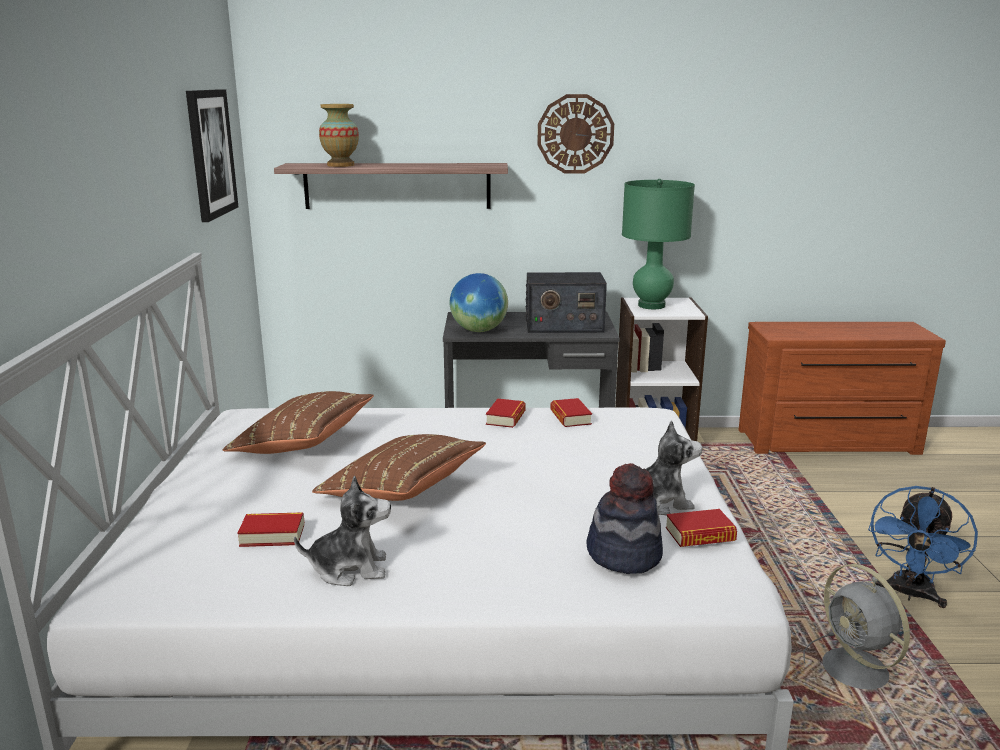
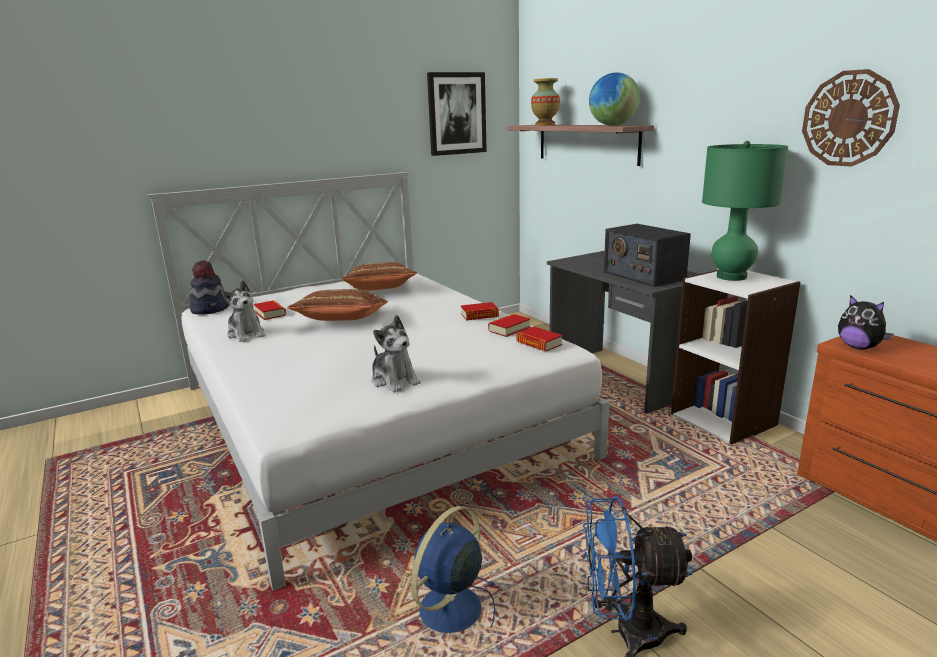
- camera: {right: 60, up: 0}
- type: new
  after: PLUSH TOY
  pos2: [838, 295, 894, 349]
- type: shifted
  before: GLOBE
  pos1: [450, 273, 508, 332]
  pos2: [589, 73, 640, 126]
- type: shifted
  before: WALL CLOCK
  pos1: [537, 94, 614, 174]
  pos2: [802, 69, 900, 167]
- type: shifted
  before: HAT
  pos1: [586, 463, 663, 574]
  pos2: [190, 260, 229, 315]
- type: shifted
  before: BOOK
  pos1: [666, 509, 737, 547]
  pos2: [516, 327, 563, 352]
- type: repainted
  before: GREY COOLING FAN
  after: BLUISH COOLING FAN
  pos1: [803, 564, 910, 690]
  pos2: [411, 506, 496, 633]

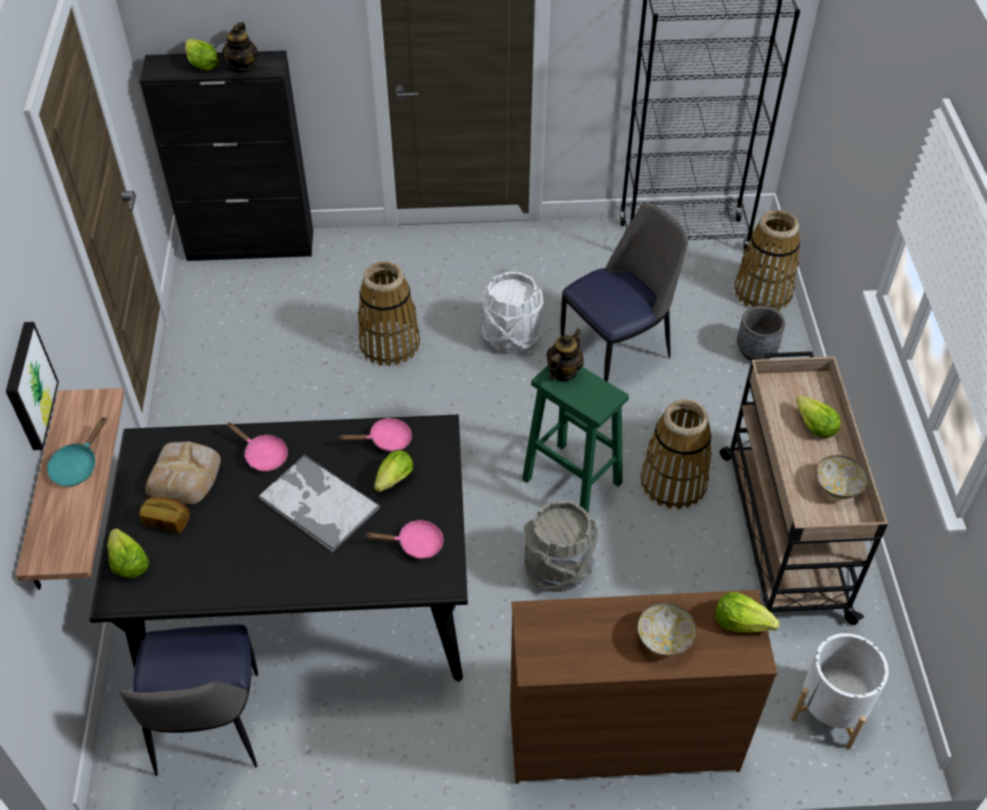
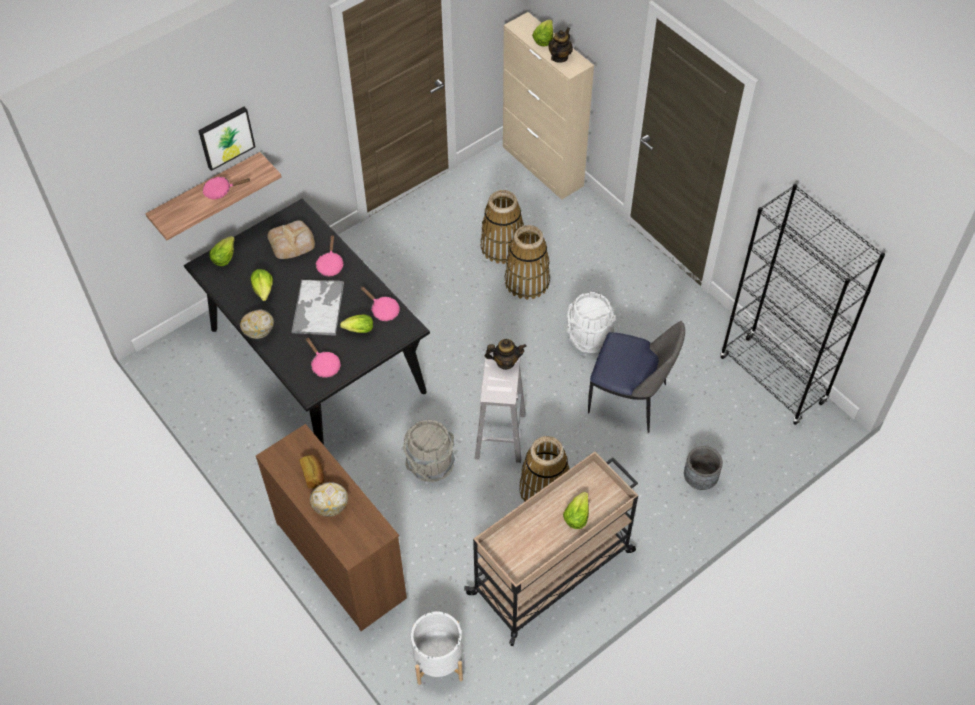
- camera: {right: 55, up: 5}
- type: gone
  before: PLAIN CHAIR
  pos1: [119, 625, 258, 776]
- type: shifted
  before: BAKED BREAD
  pos1: [139, 497, 190, 533]
  pos2: [299, 455, 324, 488]
- type: shifted
  before: LETTUCE HEAD
  pos1: [715, 592, 779, 633]
  pos2: [251, 269, 273, 301]
- type: shifted
  before: BASKET
  pos1: [734, 210, 800, 311]
  pos2: [481, 190, 524, 264]
- type: shifted
  before: DEEP DISH
  pos1: [816, 455, 868, 499]
  pos2: [240, 310, 274, 339]
- type: repainted
  before: TURQUOISE-COLOURED SKILLET
  after: PINK-COLOURED SKILLET
  pos1: [47, 416, 107, 487]
  pos2: [203, 177, 251, 199]
- type: repainted
  before: BLACKISH CUPBOARD
  after: BEIGE-COLOURED CUPBOARD
  pos1: [140, 51, 313, 261]
  pos2: [503, 12, 594, 200]
- type: repainted
  before: GREEN-COLOURED STOOL SEAT
  after: WHITE STOOL SEAT
  pos1: [522, 366, 629, 513]
  pos2: [475, 352, 526, 463]
- type: rotated
  before: TEAPOT
  pos1: [222, 22, 258, 74]
  pos2: [548, 27, 573, 63]
  turn: 150

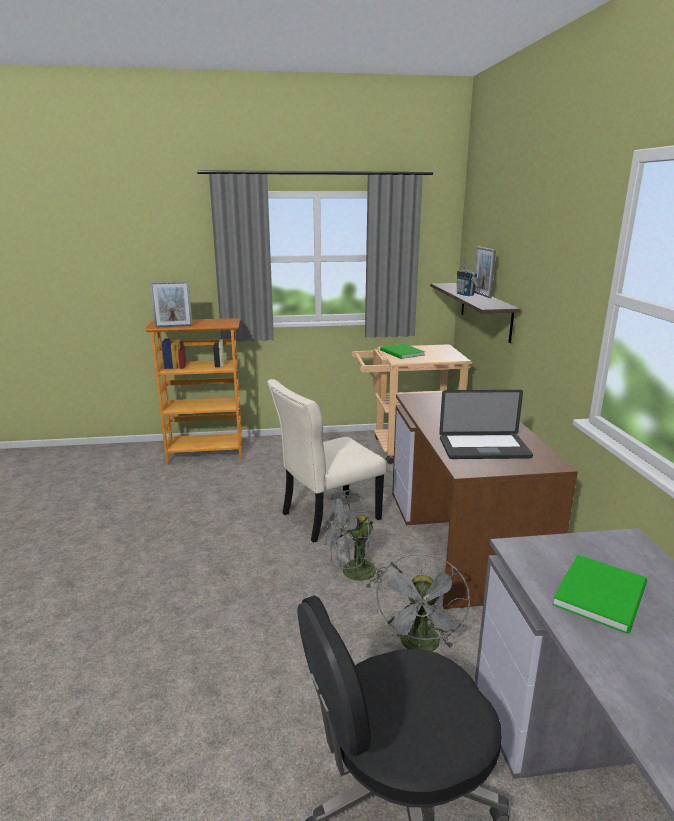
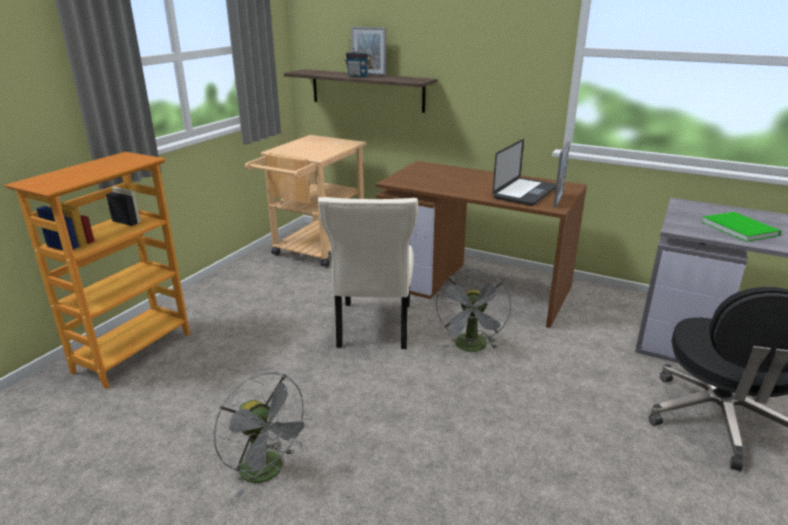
- camera: {right: -55, up: 5}
- type: gone
  before: GREEN-COLOURED BOOK
  pos1: [380, 344, 425, 359]
- type: shifted
  before: PHOTO FRAME
  pos1: [150, 281, 193, 328]
  pos2: [553, 142, 570, 208]
- type: shifted
  before: GREY COOLING FAN
  pos1: [376, 553, 470, 651]
  pos2: [213, 372, 313, 498]

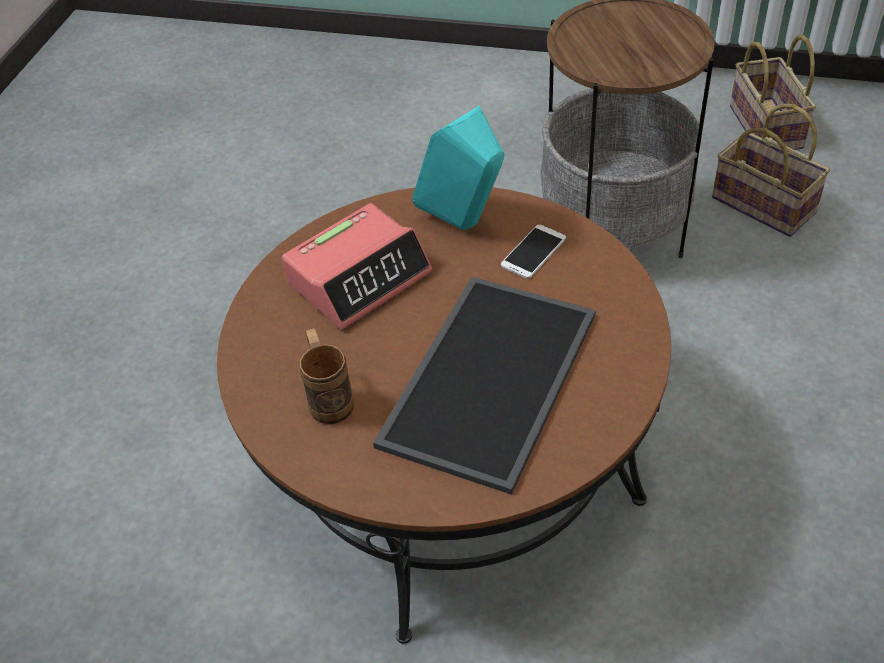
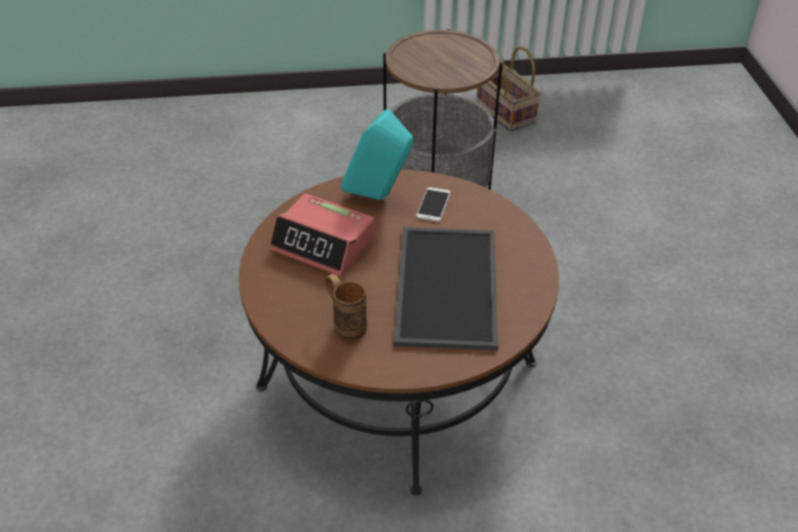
- camera: {right: -25, up: -5}
- type: gone
  before: BASKET
  pos1: [712, 103, 830, 237]
- type: rotated
  before: ALARM CLOCK
  pos1: [282, 203, 432, 330]
  pos2: [269, 193, 375, 277]
  turn: 90

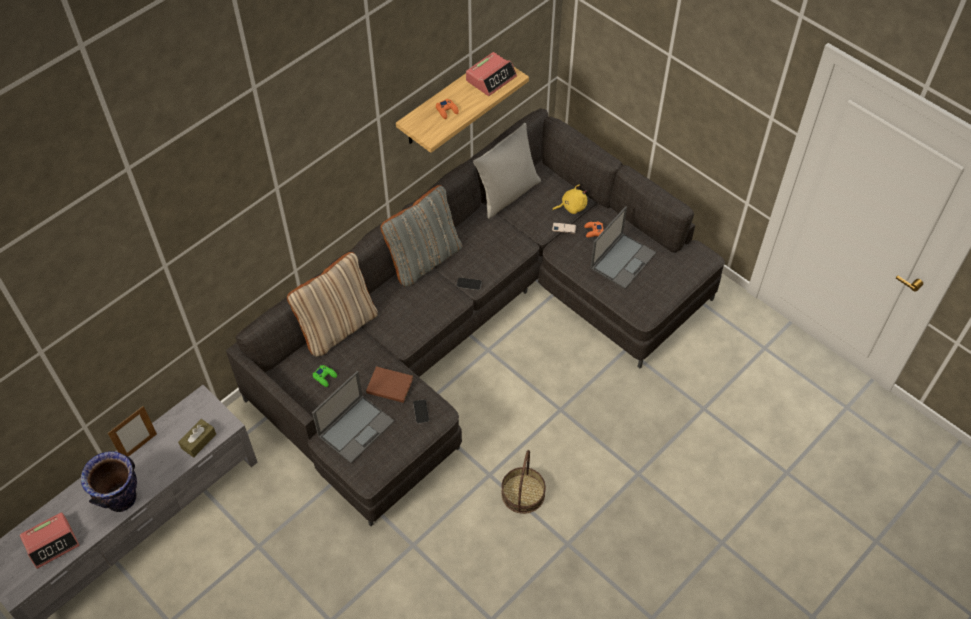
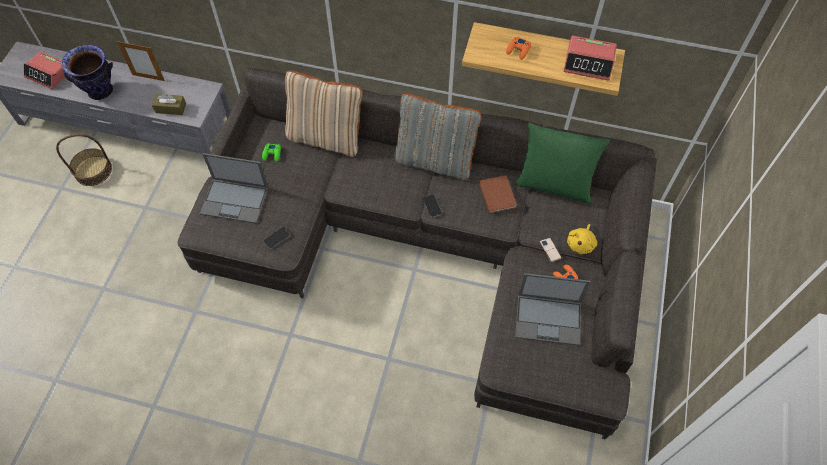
- camera: {right: 60, up: 5}
- type: shifted
  before: BROWNISH BOOK
  pos1: [366, 366, 413, 403]
  pos2: [479, 175, 517, 214]
- type: shifted
  before: BASKET
  pos1: [501, 450, 546, 514]
  pos2: [56, 134, 112, 186]
- type: repainted
  before: GREY CUSHION
  after: GREEN-COLOURED CUSHION
  pos1: [473, 123, 541, 219]
  pos2: [515, 123, 610, 204]
- type: rotated
  before: YELLOW-COLOURED PLUSH TOY
  pos1: [552, 185, 588, 214]
  pos2: [567, 224, 597, 254]
  turn: 75

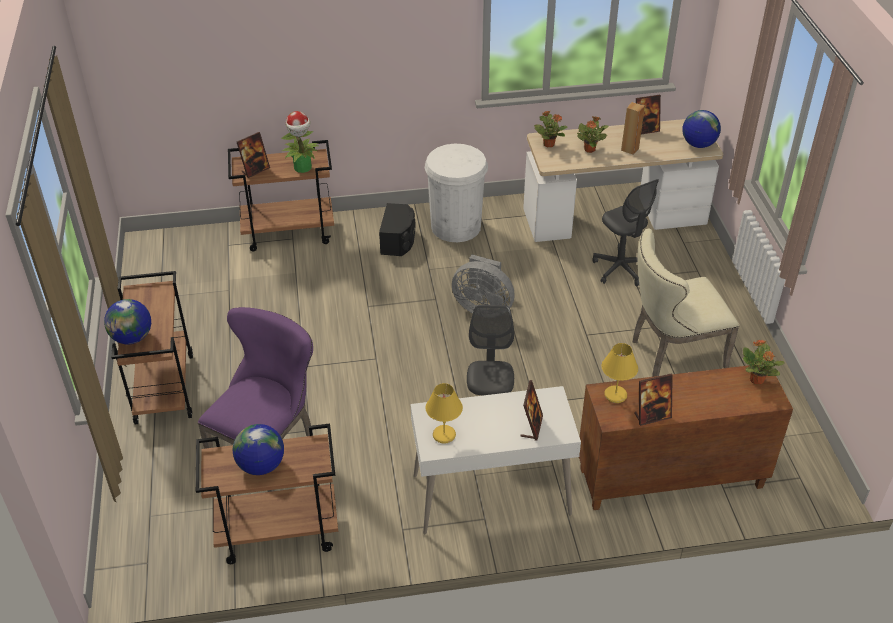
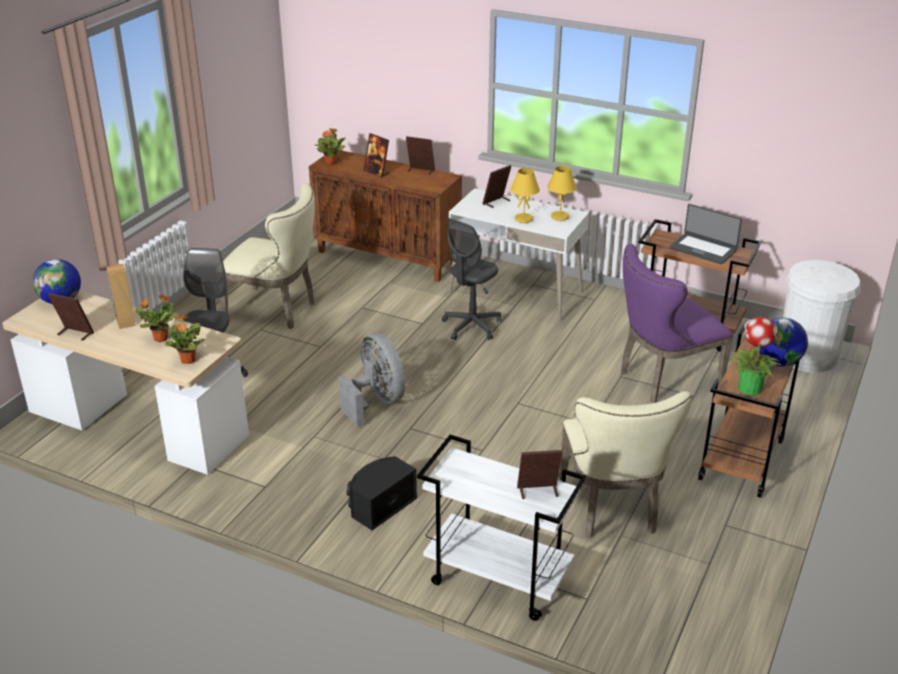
- camera: {right: -145, up: -10}
- type: new
  after: PHOTO FRAME
  pos2: [363, 133, 390, 178]
- type: new
  after: BEIGE-COLOURED PLAIN CHAIR
  pos2: [559, 391, 692, 539]
- type: shifted
  before: PLANT IN A POT
  pos1: [281, 111, 318, 173]
  pos2: [730, 317, 782, 396]
- type: shifted
  before: WHITE WASTE BIN
  pos1: [425, 144, 488, 242]
  pos2: [783, 260, 861, 373]
- type: shifted
  before: YELLOW-COLOURED TABLE LAMP
  pos1: [601, 343, 638, 403]
  pos2: [510, 168, 540, 223]
- type: swapped
  before: GLOBE
  after: LAPTOP
  pos1: [233, 424, 284, 475]
  pos2: [669, 204, 742, 264]
- type: repainted
  before: BROWNISH WHEELED CART
  after: WHITE WHEELED CART
  pos1: [228, 140, 334, 251]
  pos2: [417, 435, 586, 621]

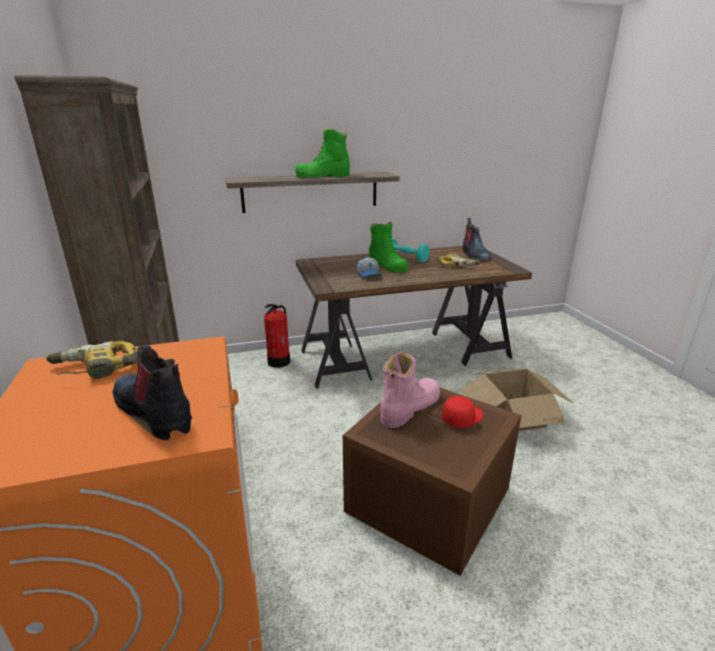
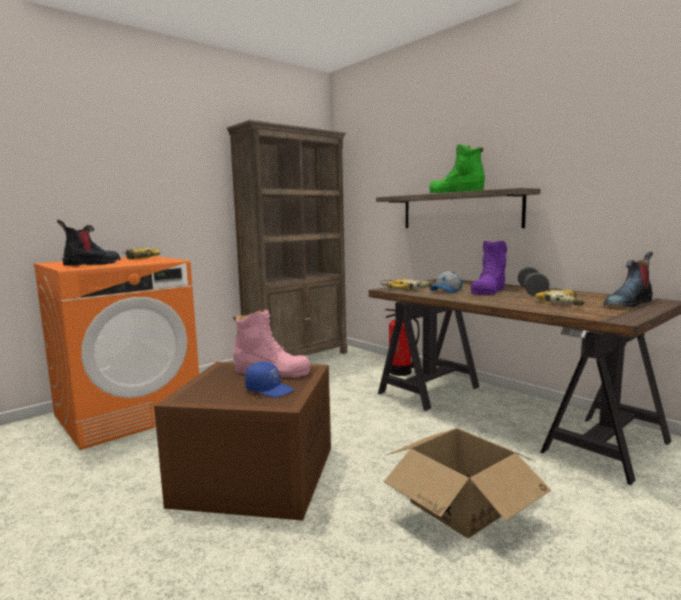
- camera: {right: 65, up: -15}
- type: new
  after: POWER DRILL
  pos2: [380, 278, 434, 290]
- type: repainted
  before: GREEN-COLOURED BOOT
  after: PURPLE BOOT
  pos1: [369, 222, 408, 273]
  pos2: [471, 241, 507, 295]
- type: repainted
  before: TURQUOISE-COLOURED DUMBBELL
  after: GREY DUMBBELL
  pos1: [392, 238, 430, 262]
  pos2: [518, 267, 550, 296]
- type: repainted
  before: REDDISH CAP
  after: BLUISH CAP
  pos1: [442, 396, 483, 428]
  pos2: [245, 362, 294, 397]

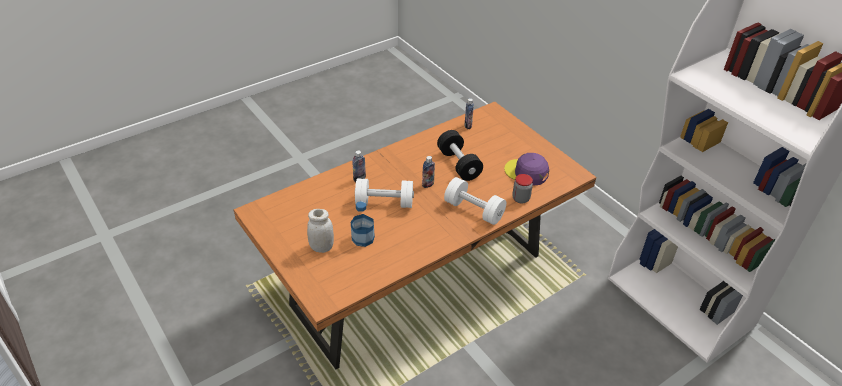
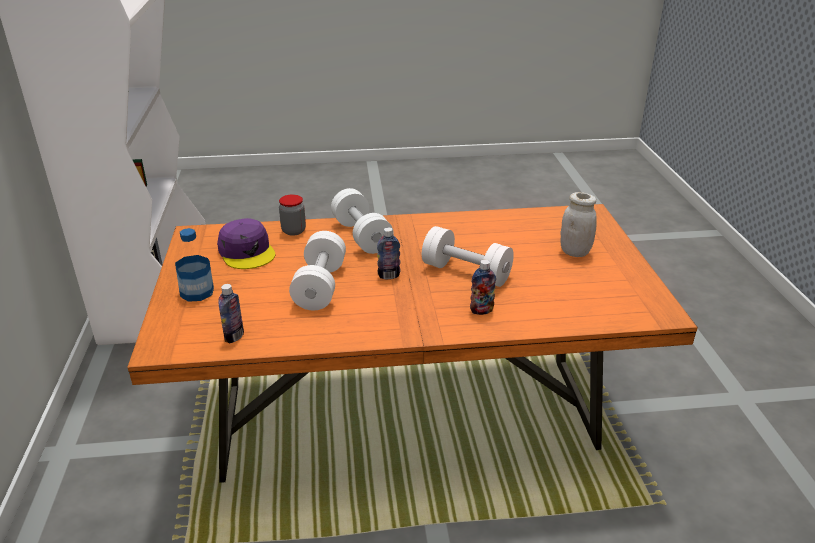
- camera: {right: -150, up: -10}
- type: shifted
  before: DRINK BOTTLE
  pos1: [351, 201, 375, 247]
  pos2: [175, 228, 214, 302]
- type: repainted
  before: BLACKISH DUMBBELL
  after: WHITE DUMBBELL
  pos1: [437, 130, 483, 181]
  pos2: [289, 231, 346, 310]

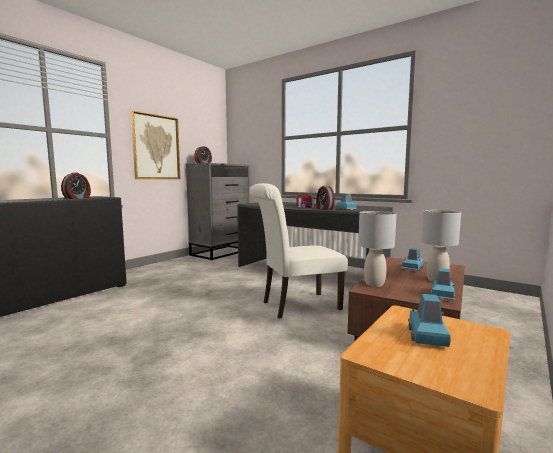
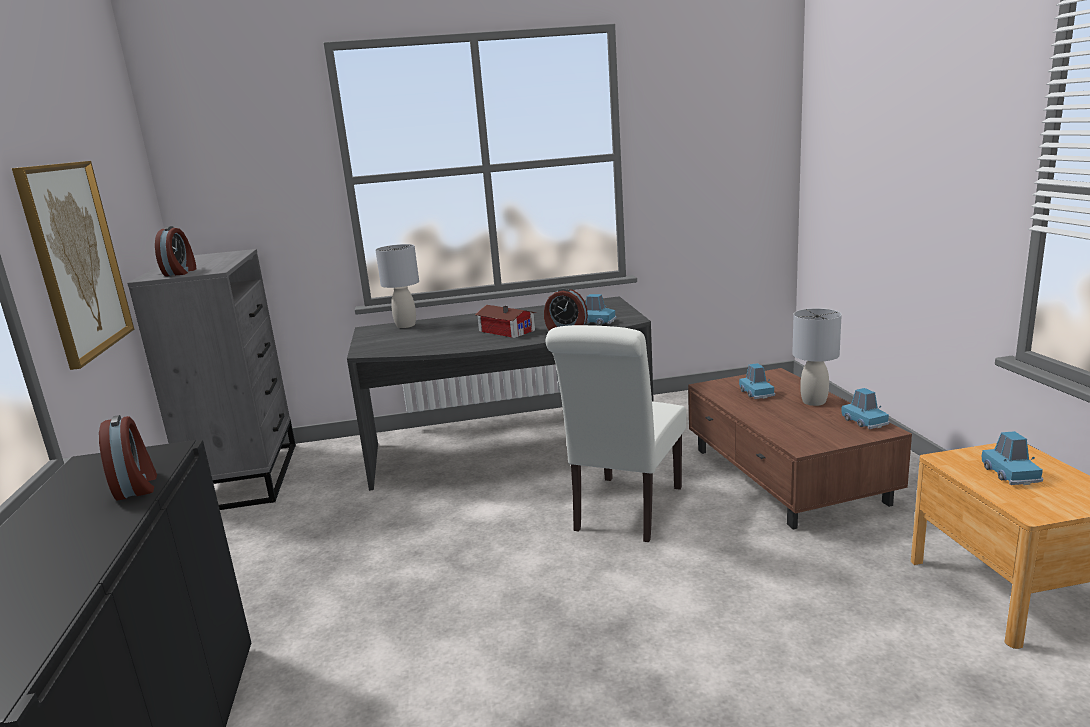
- camera: {right: -45, up: 10}
- type: shifted
  before: GREY TABLE LAMP
  pos1: [358, 211, 397, 287]
  pos2: [375, 244, 419, 328]
- type: rotated
  before: BLUISH TOY CAR
  pos1: [408, 294, 450, 347]
  pos2: [982, 431, 1043, 485]
  turn: -150

